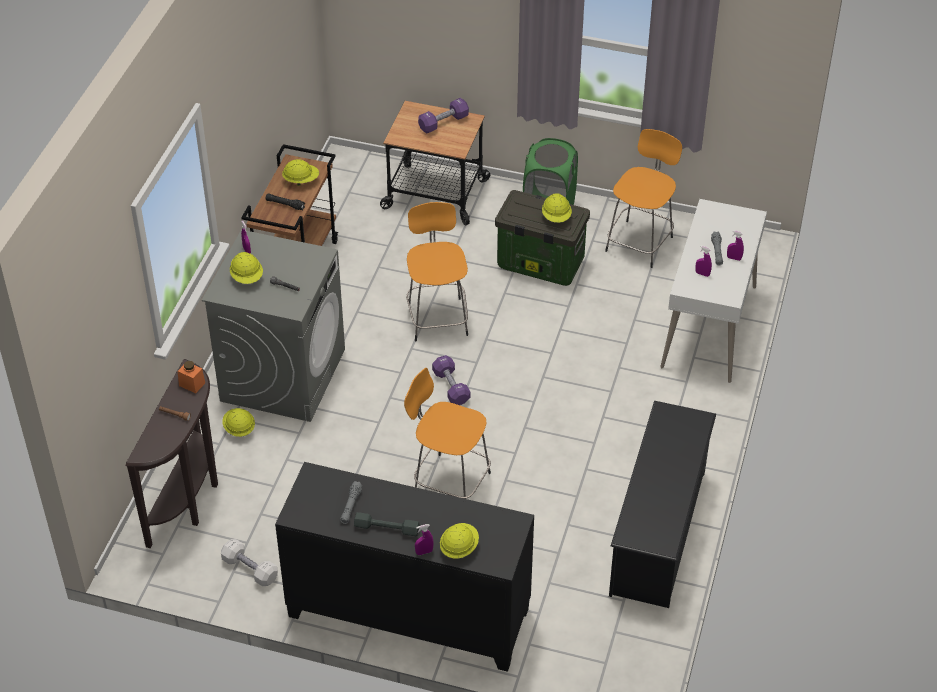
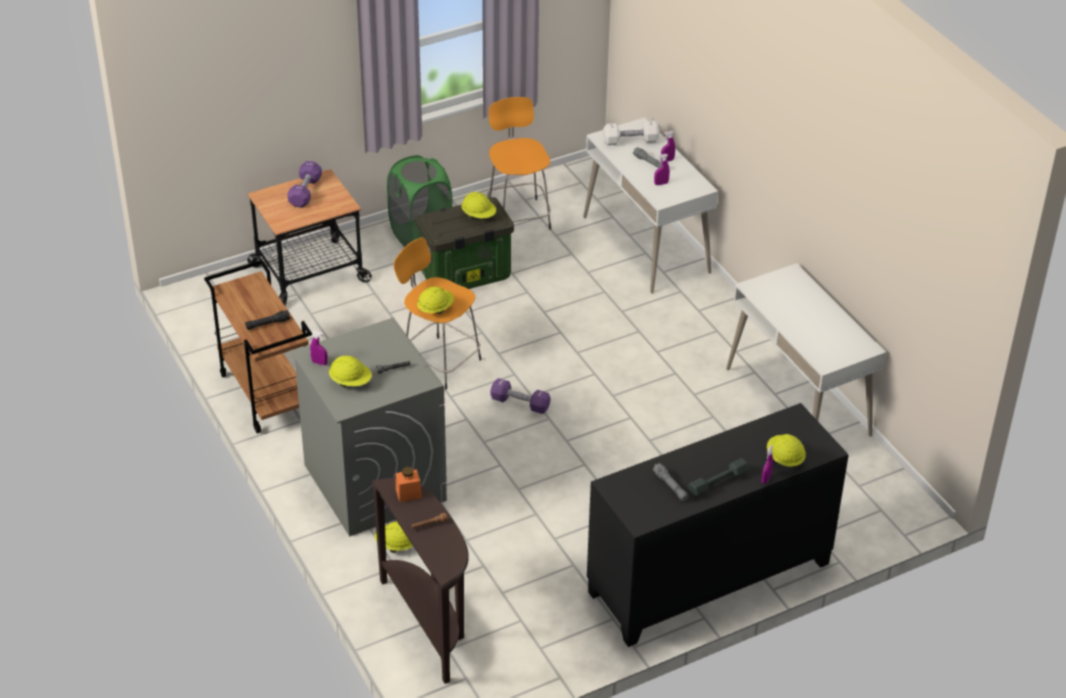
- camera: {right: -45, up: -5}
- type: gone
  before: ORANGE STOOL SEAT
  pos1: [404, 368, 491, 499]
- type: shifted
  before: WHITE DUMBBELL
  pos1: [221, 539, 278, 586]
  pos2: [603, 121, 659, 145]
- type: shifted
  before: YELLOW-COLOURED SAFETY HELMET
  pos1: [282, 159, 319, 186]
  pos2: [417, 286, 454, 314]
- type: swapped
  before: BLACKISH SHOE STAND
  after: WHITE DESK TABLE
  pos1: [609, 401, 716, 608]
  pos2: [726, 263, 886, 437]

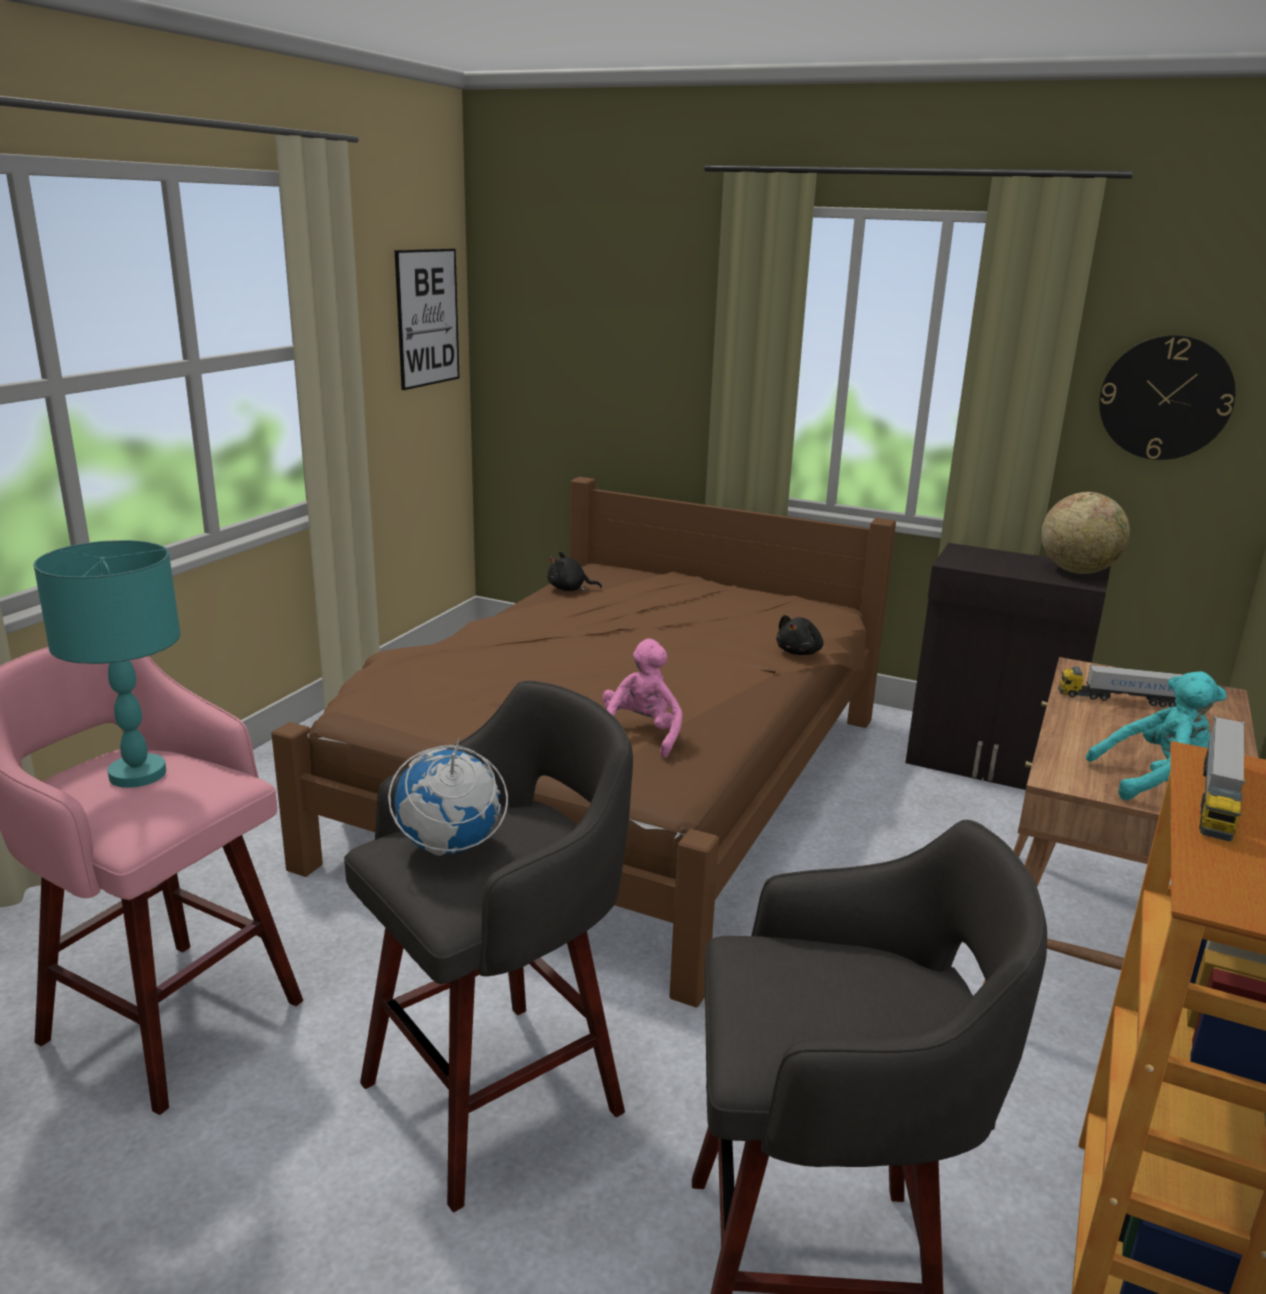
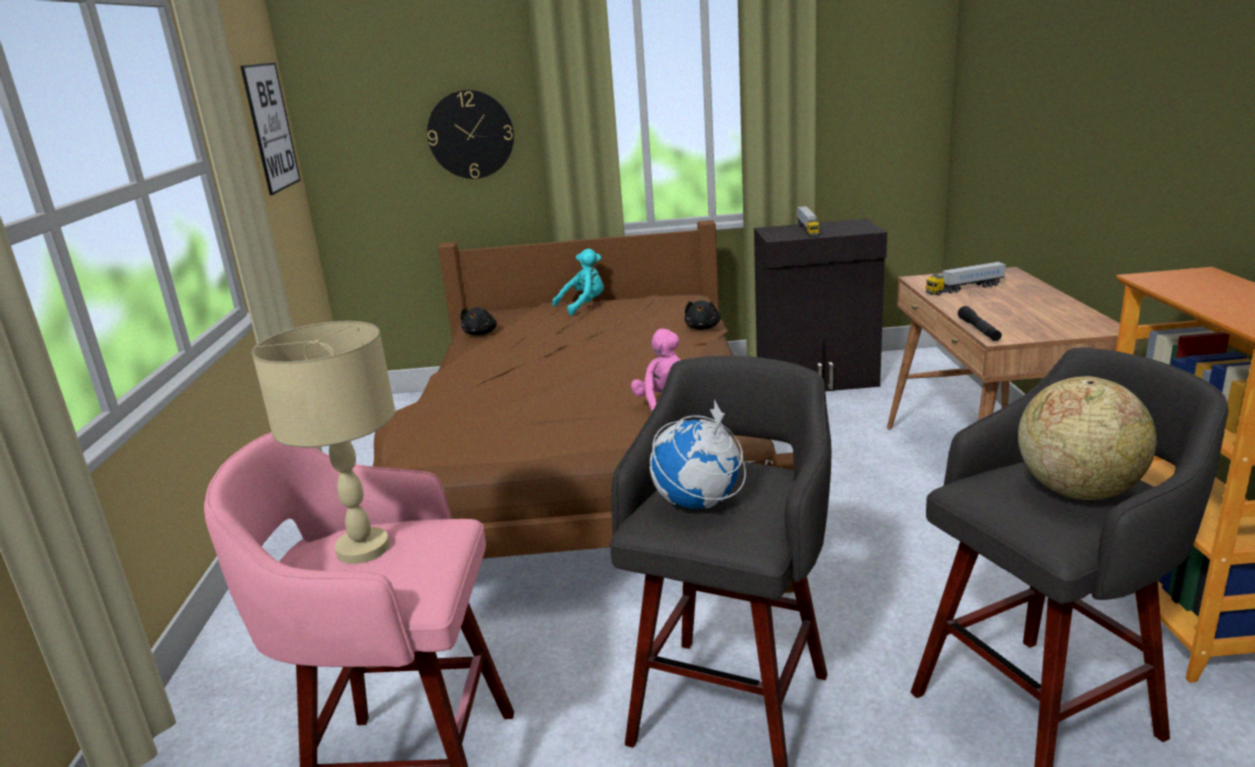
- camera: {right: -25, up: 0}
- type: new
  after: BLACKISH TORCH
  pos2: [958, 306, 1002, 341]
- type: shifted
  before: GLOBE
  pos1: [1042, 492, 1130, 574]
  pos2: [1018, 376, 1157, 500]
- type: shifted
  before: TURQUOISE-COLOURED PLUSH TOY
  pos1: [1086, 671, 1227, 800]
  pos2: [552, 249, 604, 315]
- type: shifted
  before: WALL CLOCK
  pos1: [1099, 335, 1236, 460]
  pos2: [427, 90, 514, 179]
- type: shifted
  before: TOY TRUCK
  pos1: [1199, 716, 1245, 841]
  pos2: [797, 206, 819, 237]
- type: repainted
  before: TURQUOISE-COLOURED TABLE LAMP
  after: BEIGE-COLOURED TABLE LAMP
  pos1: [33, 540, 181, 788]
  pos2: [252, 321, 395, 564]
- type: rotated
  before: BLACKISH PLUSH TOY
  pos1: [547, 552, 602, 591]
  pos2: [461, 307, 497, 336]
  turn: -60

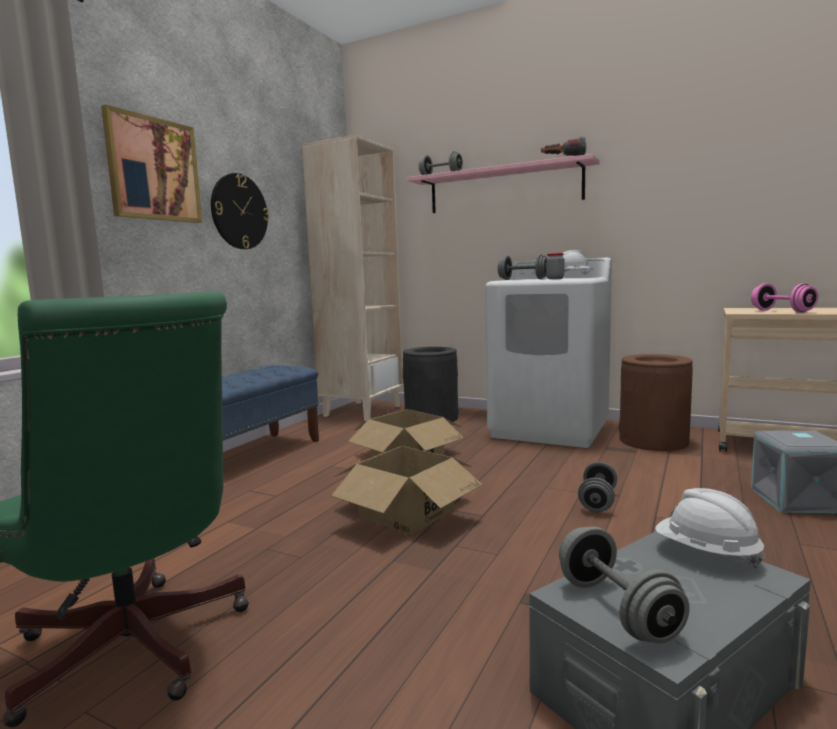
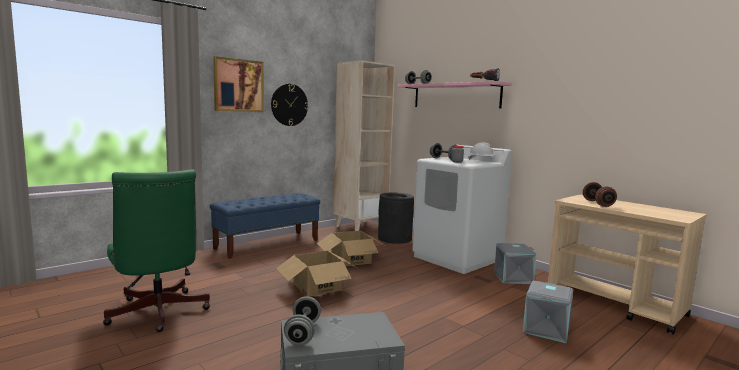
- camera: {right: 20, up: 0}
- type: gone
  before: GREY DUMBBELL
  pos1: [578, 462, 617, 512]
- type: gone
  before: WHITE SAFETY HELMET
  pos1: [655, 488, 766, 568]
- type: swapped
  before: BROWNISH WASTE BIN
  after: GREY STORAGE BOX
  pos1: [619, 354, 693, 451]
  pos2: [494, 243, 537, 284]
- type: repainted
  before: PINK-COLOURED DUMBBELL
  after: BROWNISH DUMBBELL
  pos1: [751, 283, 818, 313]
  pos2: [583, 182, 617, 207]

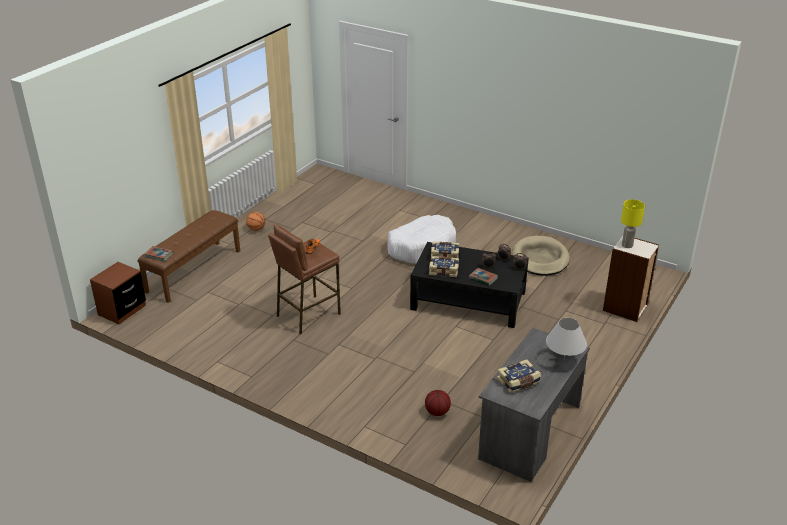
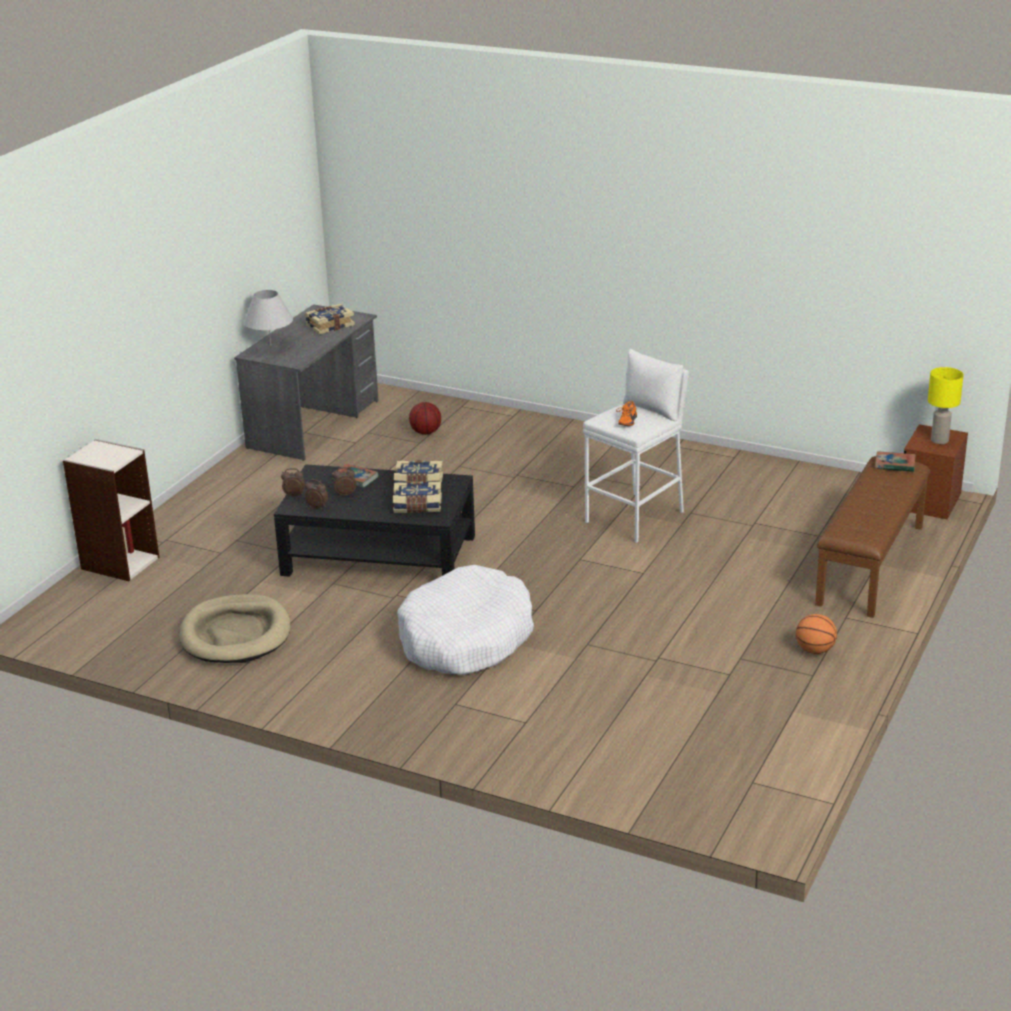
- camera: {right: 175, up: -5}
- type: shifted
  before: YELLOW-COLOURED TABLE LAMP
  pos1: [621, 199, 645, 248]
  pos2: [928, 367, 964, 444]
- type: repainted
  before: BROWNISH STOOL SEAT
  after: WHITE STOOL SEAT
  pos1: [268, 224, 341, 334]
  pos2: [583, 349, 689, 543]

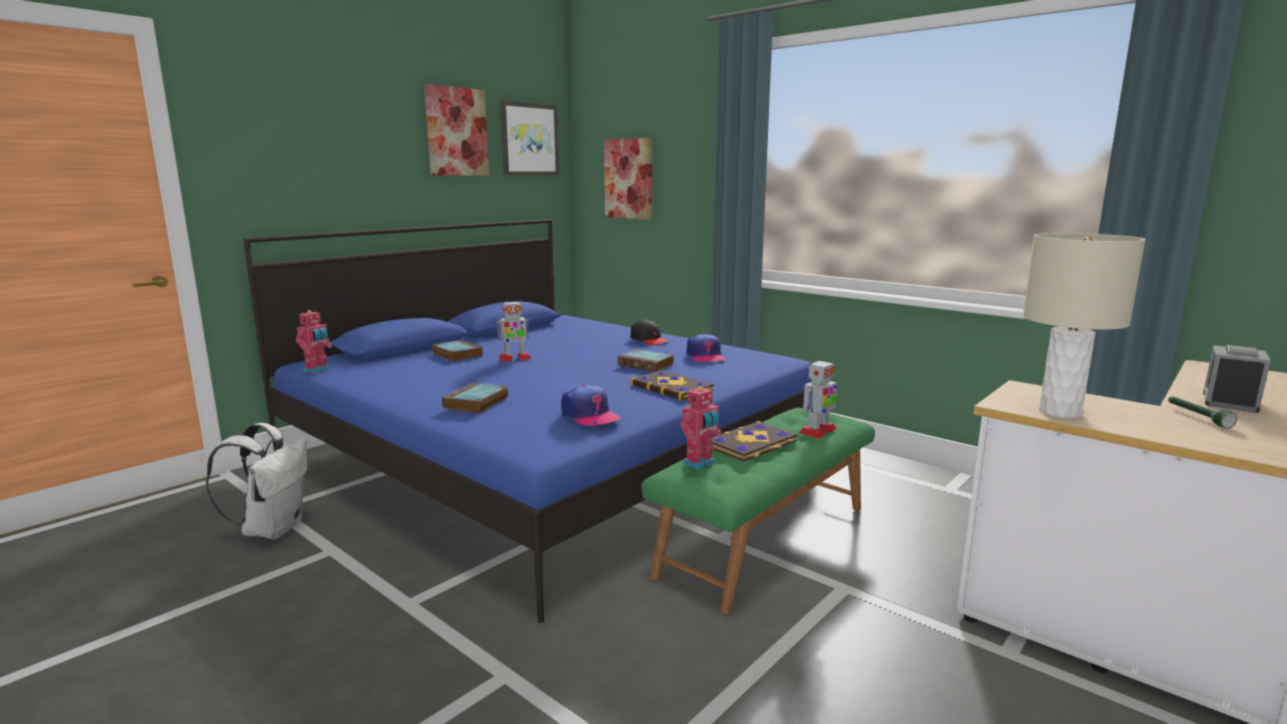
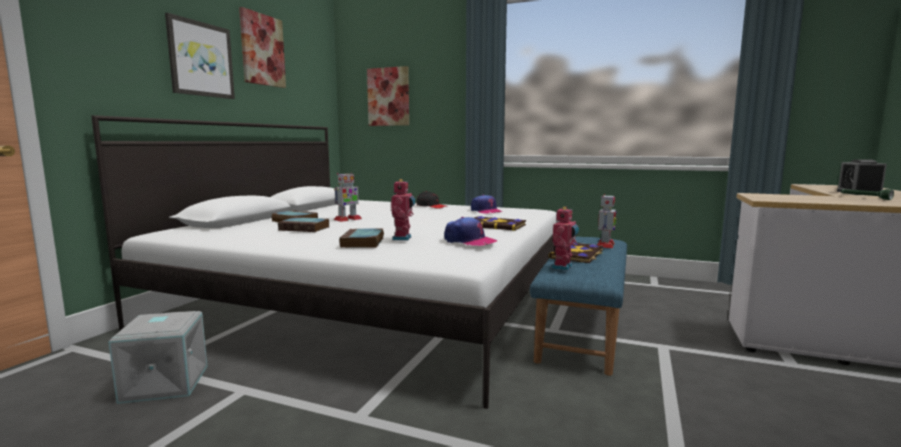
- camera: {right: -20, up: -5}
- type: gone
  before: BEIGE-COLOURED TABLE LAMP
  pos1: [1023, 233, 1146, 418]
- type: shifted
  before: TOY ROBOT
  pos1: [296, 310, 332, 373]
  pos2: [391, 179, 415, 241]
- type: shifted
  before: WALL PICTURE
  pos1: [500, 100, 559, 176]
  pos2: [165, 13, 235, 99]
- type: shifted
  before: BOOK
  pos1: [617, 349, 674, 372]
  pos2: [278, 217, 329, 232]
- type: swapped
  before: WHITE BACKPACK
  after: GREY STORAGE BOX
  pos1: [206, 423, 307, 539]
  pos2: [108, 311, 207, 404]
- type: repainted
  before: BLUISH BED
  after: WHITE BED
  pos1: [243, 219, 812, 623]
  pos2: [91, 115, 559, 409]
- type: repainted
  before: GREEN-COLOURED INDOOR BENCH
  after: BLUISH INDOOR BENCH
  pos1: [641, 408, 875, 614]
  pos2: [530, 237, 627, 376]

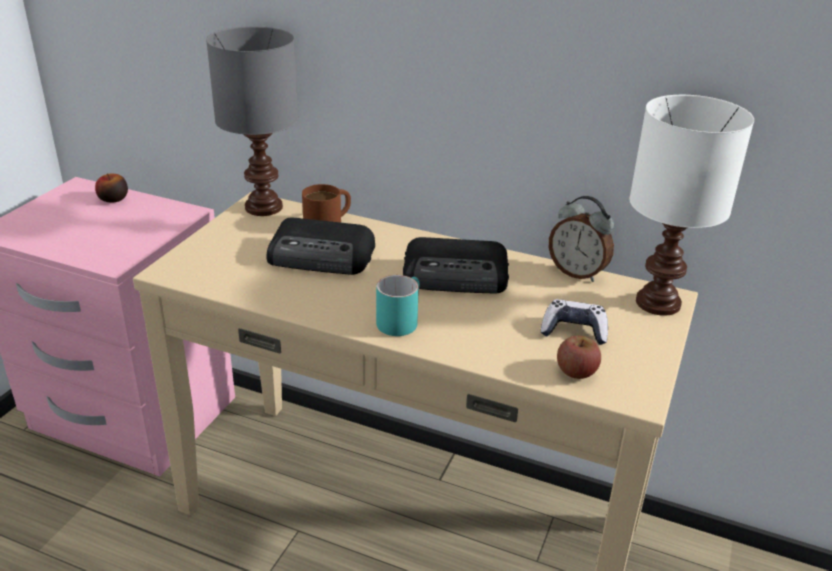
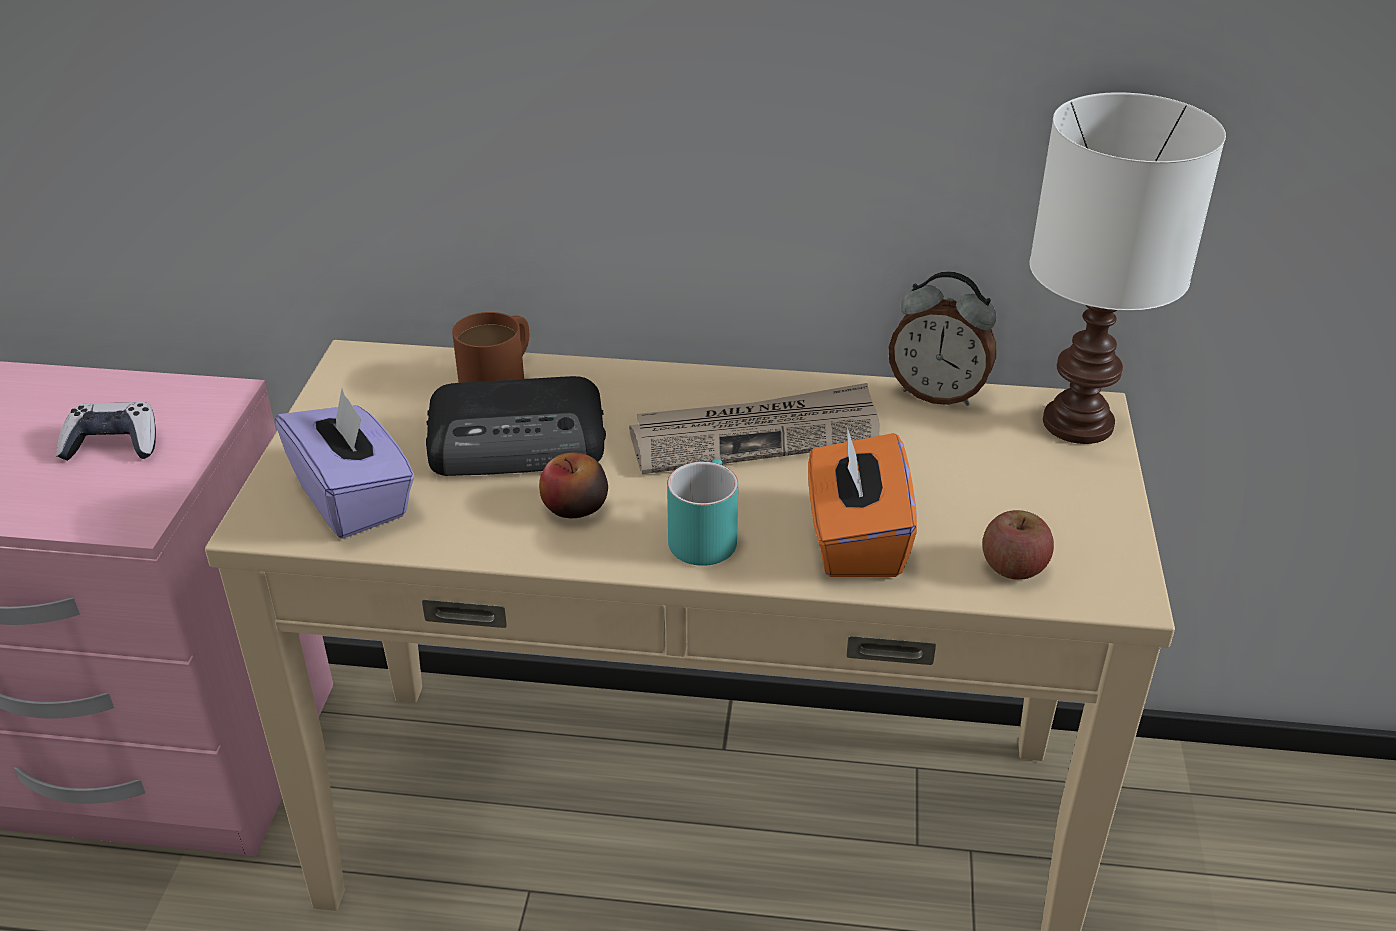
- camera: {right: -15, up: 5}
- type: gone
  before: GREY TABLE LAMP
  pos1: [206, 26, 298, 216]
- type: new
  after: PURPLE TISSUE HOLDER
  pos2: [275, 389, 414, 539]
- type: new
  after: ORANGE TISSUE HOLDER
  pos2: [808, 427, 917, 577]
- type: shifted
  before: APPLE FRUIT
  pos1: [95, 173, 128, 202]
  pos2: [539, 452, 608, 518]
- type: shifted
  before: GAME CONTROLLER
  pos1: [541, 299, 608, 345]
  pos2: [56, 402, 156, 461]
- type: swapped
  before: RADIO
  after: DAILY PAPER
  pos1: [403, 237, 509, 294]
  pos2: [629, 383, 880, 474]

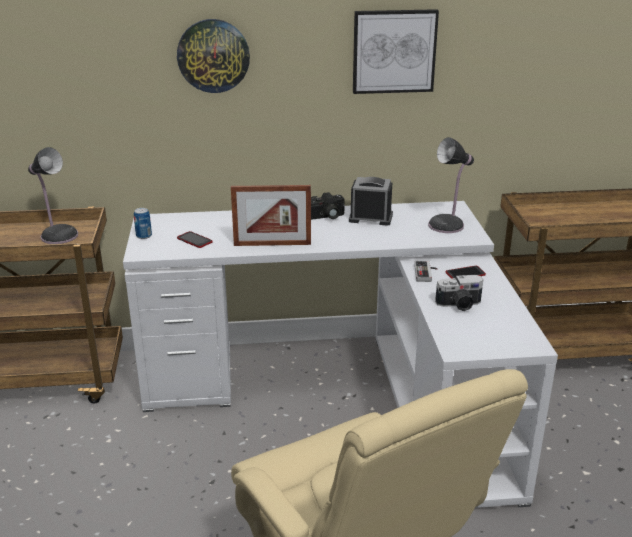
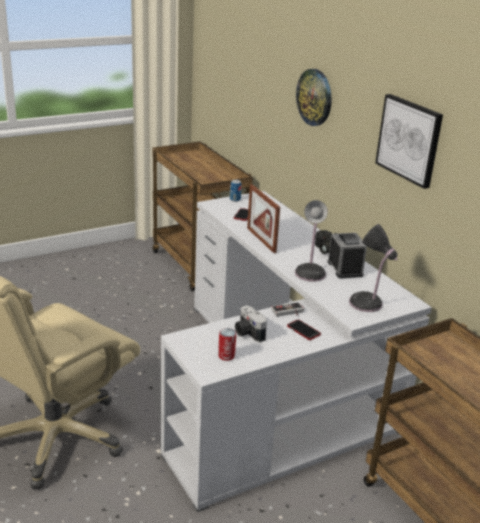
- camera: {right: 65, up: 0}
- type: new
  after: CAN
  pos2: [218, 328, 236, 361]
- type: shifted
  before: TABLE LAMP
  pos1: [28, 147, 78, 244]
  pos2: [295, 200, 328, 282]

